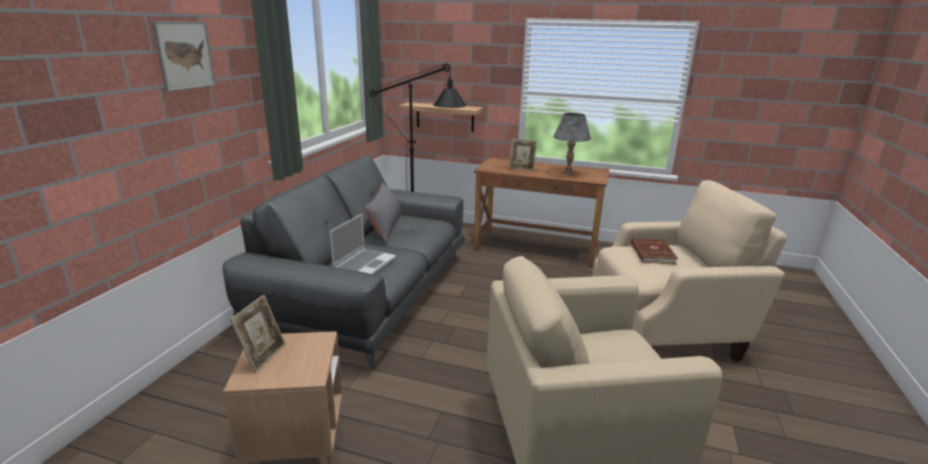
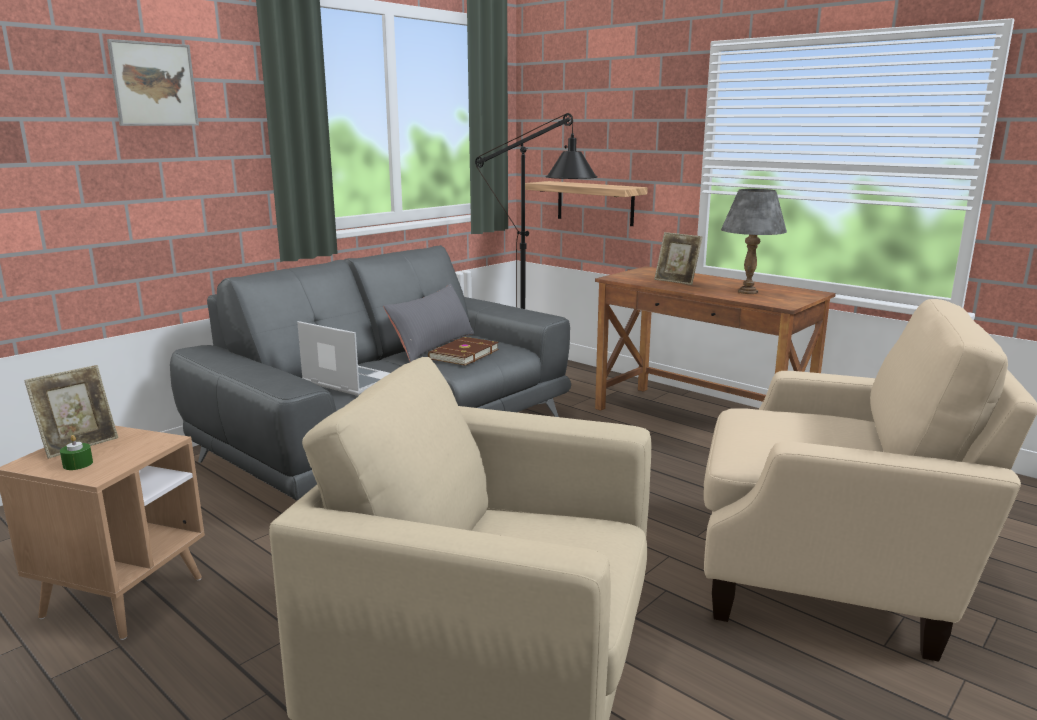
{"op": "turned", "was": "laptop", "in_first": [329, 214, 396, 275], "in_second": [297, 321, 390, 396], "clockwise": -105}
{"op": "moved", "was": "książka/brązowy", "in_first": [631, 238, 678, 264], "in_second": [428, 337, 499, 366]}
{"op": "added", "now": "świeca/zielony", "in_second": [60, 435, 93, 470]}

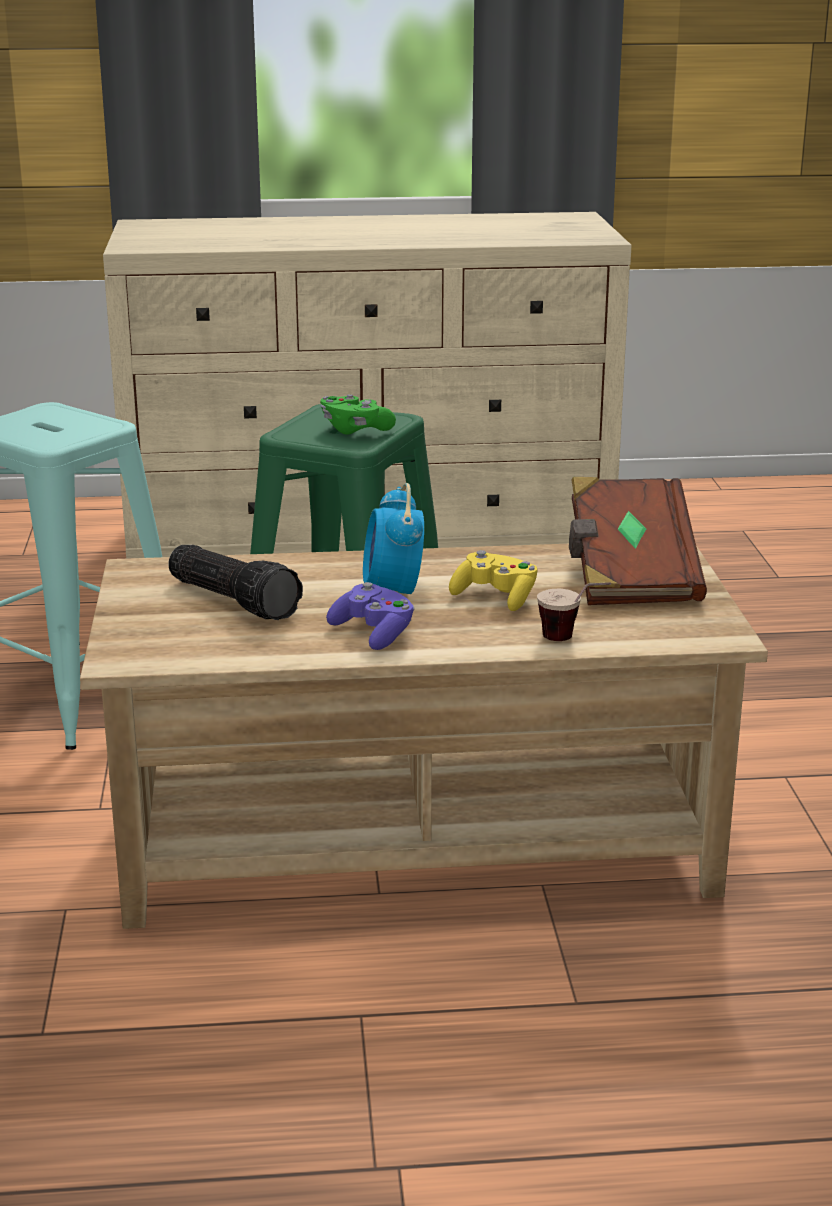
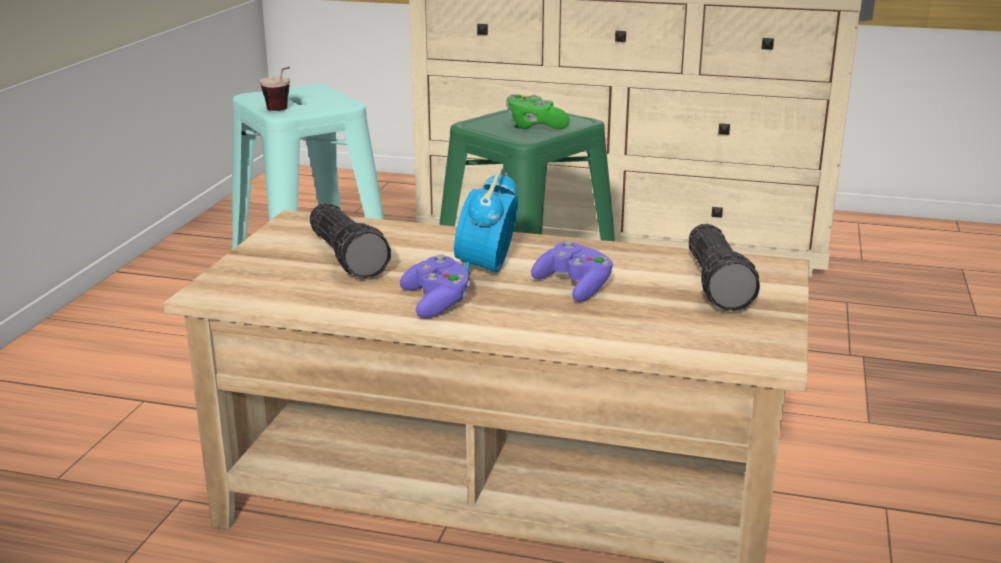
{"op": "replaced", "was": "książka/brązowy", "now": "latarka", "in_first": [569, 477, 707, 605], "in_second": [689, 224, 760, 312]}
{"op": "recoloured", "was": "pad do gier/żółty", "now": "pad do gier/fioletowy", "in_first": [449, 550, 538, 611], "in_second": [531, 241, 613, 302]}
{"op": "moved", "was": "filiżanka", "in_first": [537, 582, 611, 641], "in_second": [260, 67, 290, 111]}

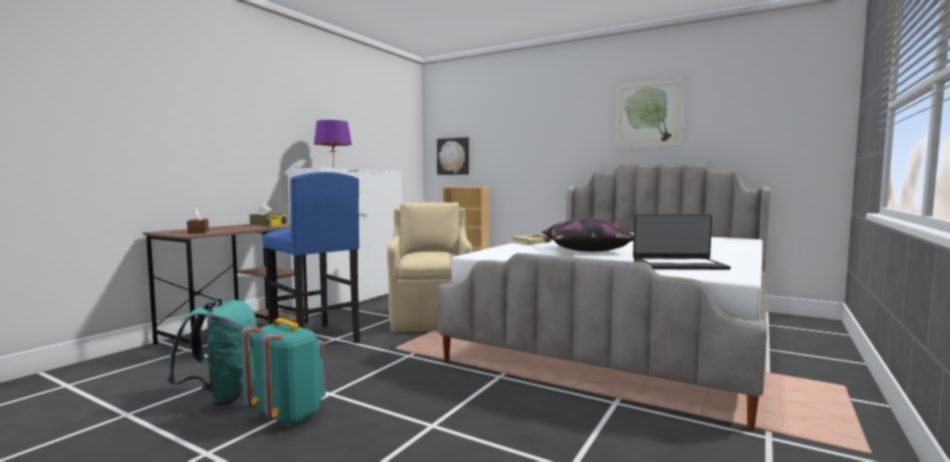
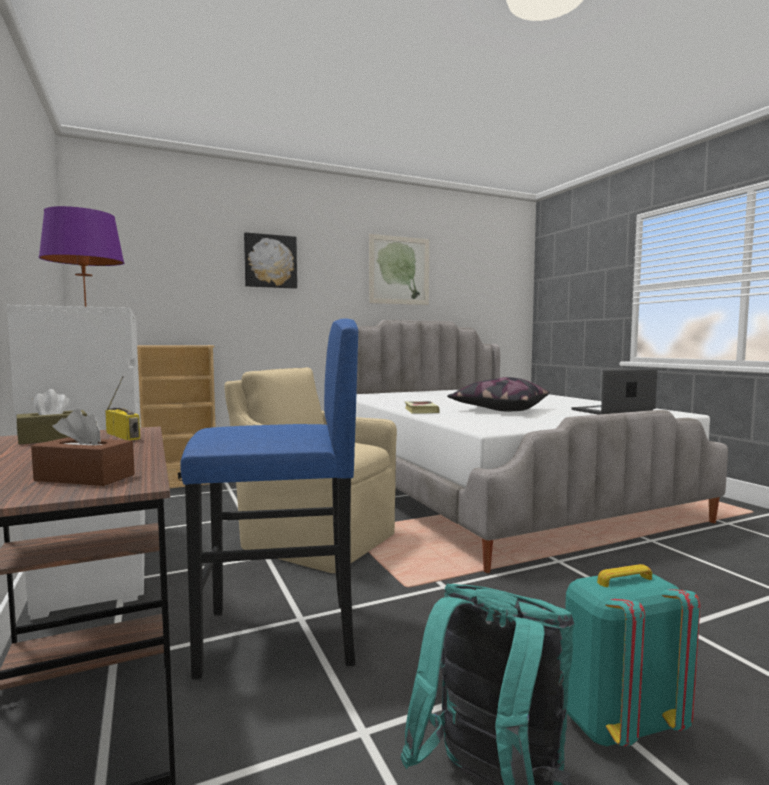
{"op": "moved", "was": "obraz", "in_first": [437, 137, 469, 175], "in_second": [244, 232, 297, 289]}
{"op": "turned", "was": "laptop", "in_first": [633, 214, 731, 270], "in_second": [572, 368, 657, 415], "clockwise": -150}

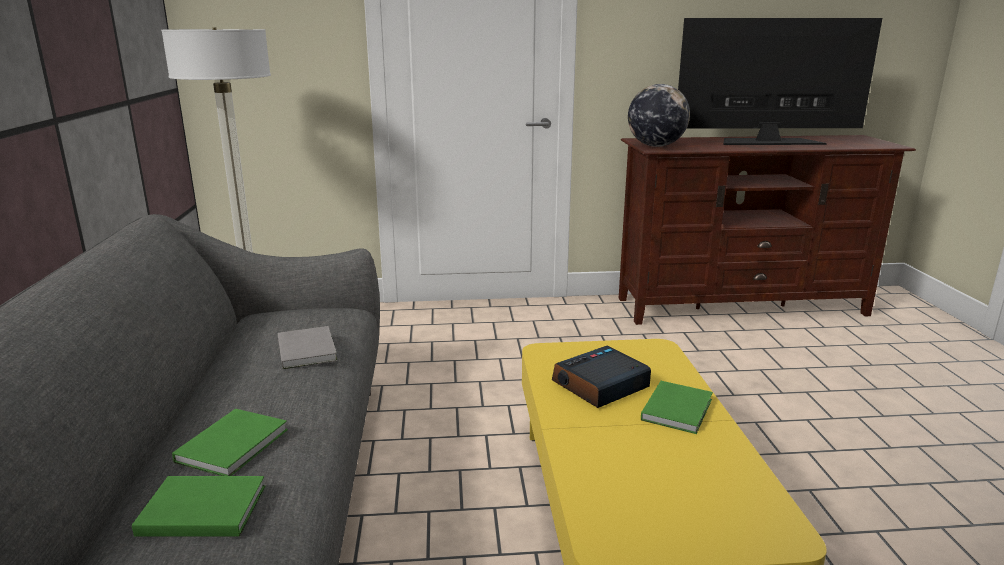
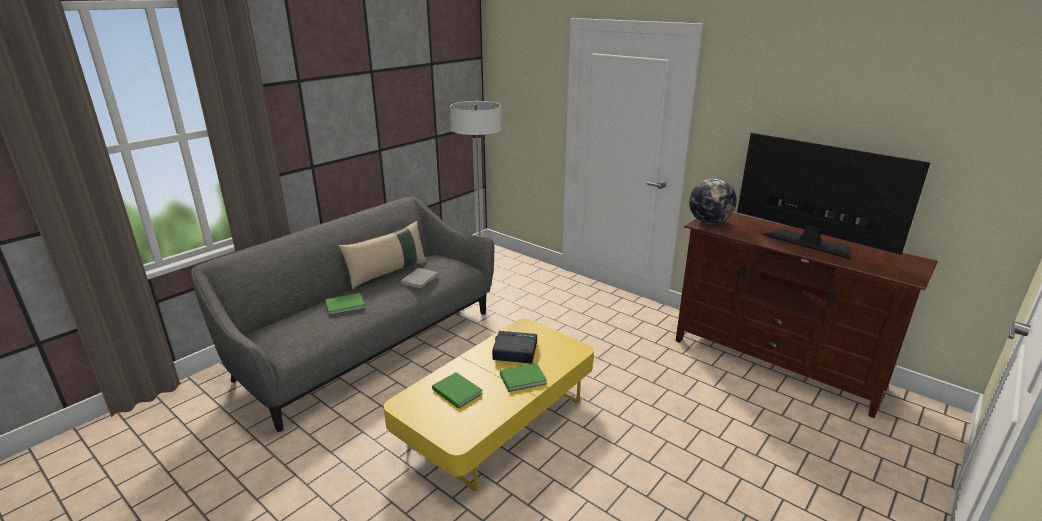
{"op": "moved", "was": "książka/zielony", "in_first": [132, 476, 265, 536], "in_second": [432, 372, 482, 409]}
{"op": "added", "now": "poduszka/beżowy", "in_second": [338, 221, 427, 289]}

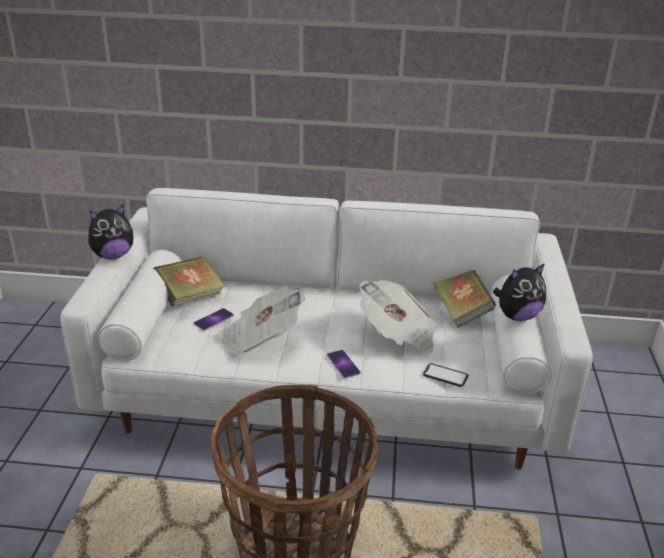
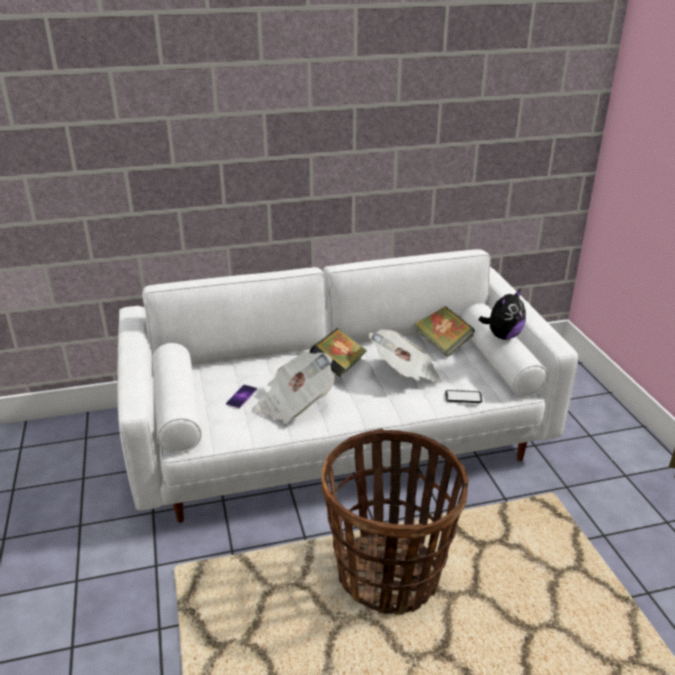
{"op": "removed", "was": "pluszak", "in_first": [89, 204, 134, 259]}
{"op": "moved", "was": "książka", "in_first": [153, 257, 225, 306], "in_second": [309, 328, 367, 377]}
{"op": "removed", "was": "telefon", "in_first": [327, 350, 361, 378]}

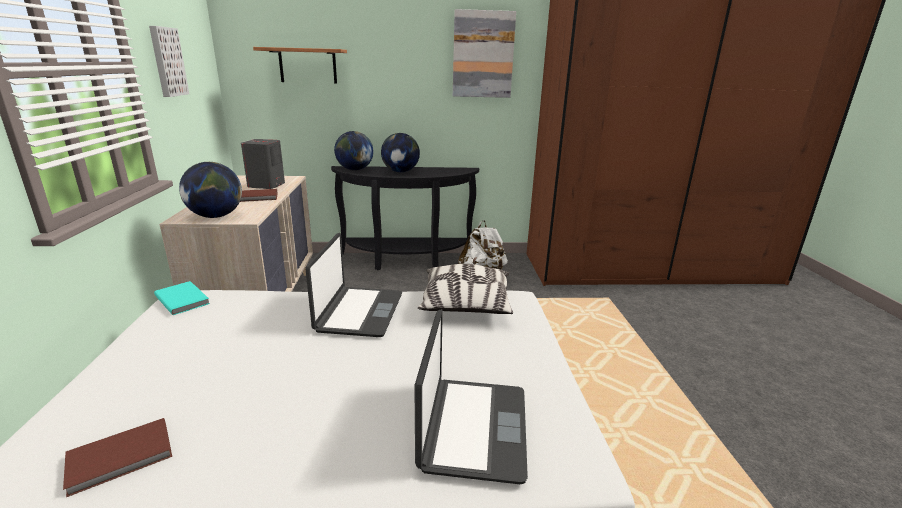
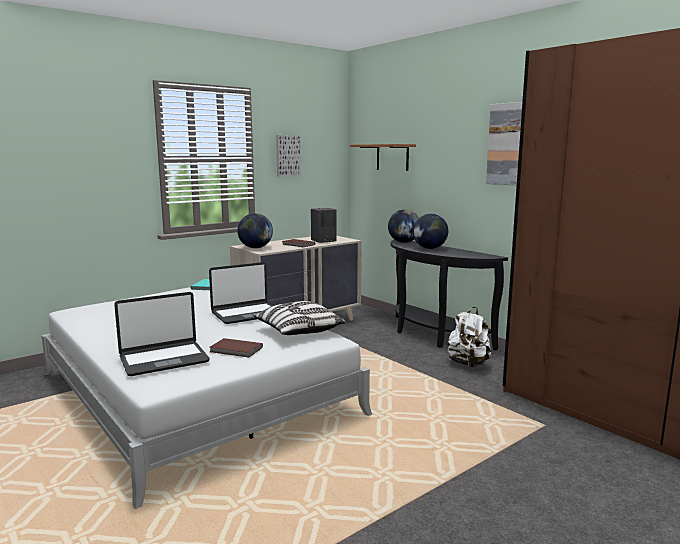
{"op": "moved", "was": "książka/brązowy", "in_first": [63, 418, 172, 497], "in_second": [210, 338, 263, 358]}

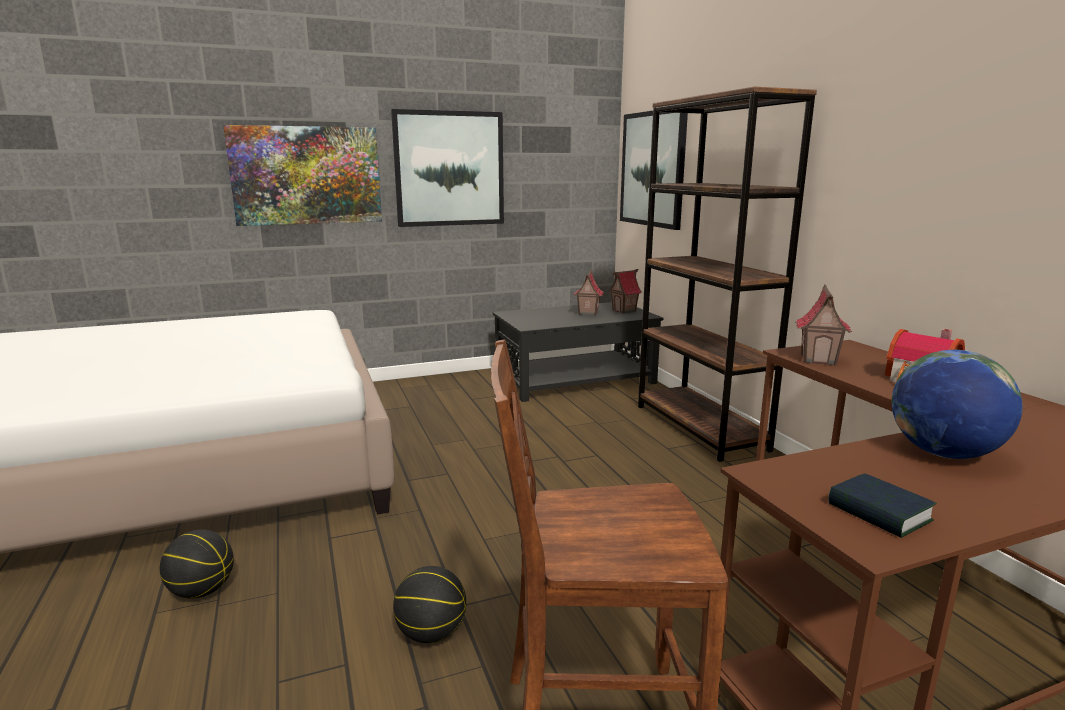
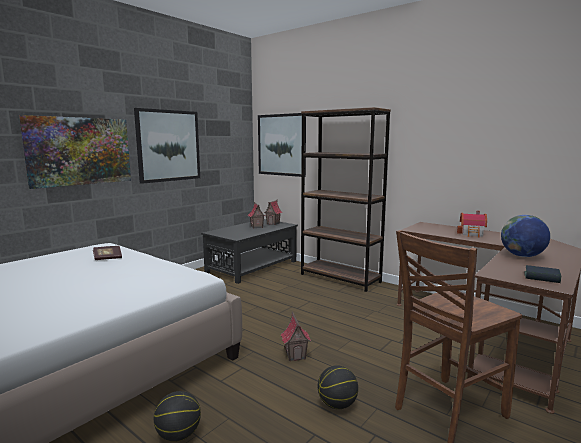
{"op": "moved", "was": "domek", "in_first": [796, 285, 852, 366], "in_second": [281, 311, 311, 361]}
{"op": "added", "now": "książka", "in_second": [93, 246, 122, 260]}

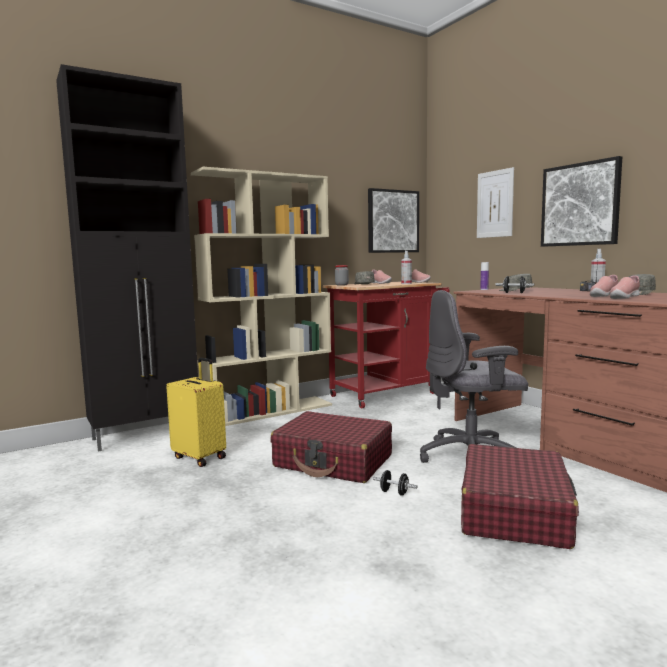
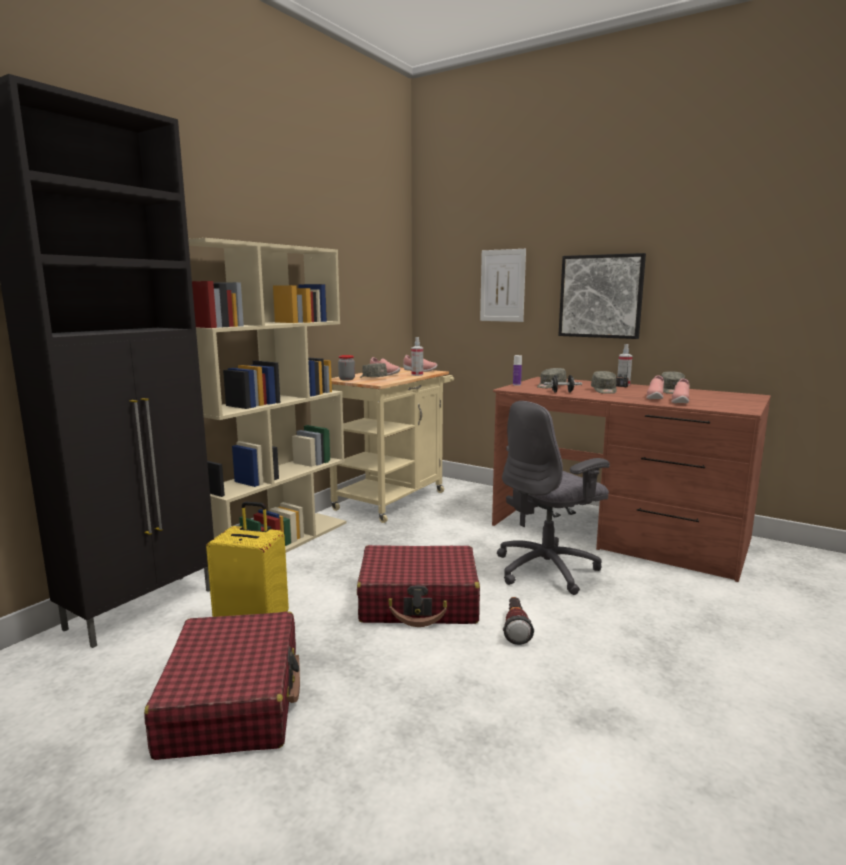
{"op": "removed", "was": "obraz", "in_first": [368, 188, 419, 253]}
{"op": "recoloured", "was": "wózek/czerwony", "now": "wózek/beżowy", "in_first": [323, 281, 450, 409], "in_second": [330, 368, 454, 523]}
{"op": "moved", "was": "walizka/czerwony", "in_first": [461, 444, 579, 549], "in_second": [144, 611, 300, 760]}
{"op": "replaced", "was": "hantel/czarny", "now": "latarka", "in_first": [373, 470, 417, 496], "in_second": [503, 597, 534, 645]}
{"op": "added", "now": "czapka z daszkiem/szary", "in_second": [591, 371, 617, 394]}

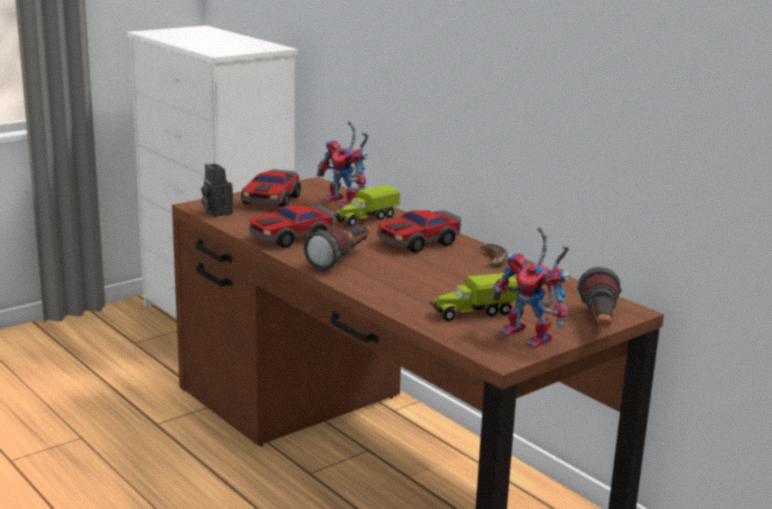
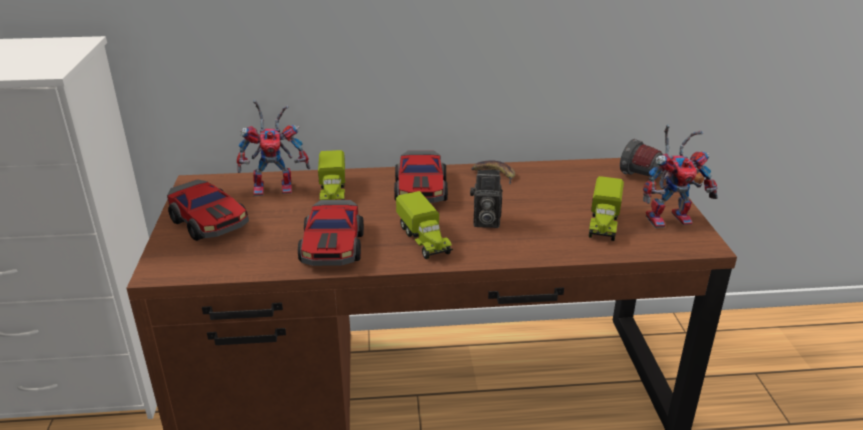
{"op": "moved", "was": "aparat fotograficzny", "in_first": [201, 164, 233, 217], "in_second": [470, 170, 503, 228]}
{"op": "replaced", "was": "latarka", "now": "ciężarówka zabawkowa", "in_first": [304, 224, 370, 270], "in_second": [396, 191, 453, 259]}

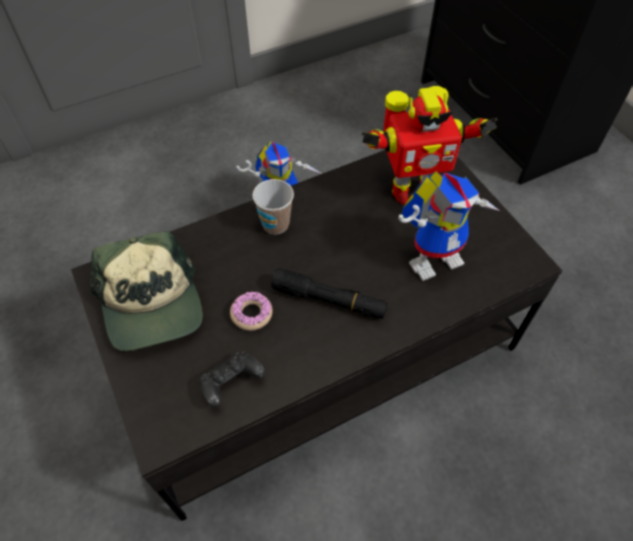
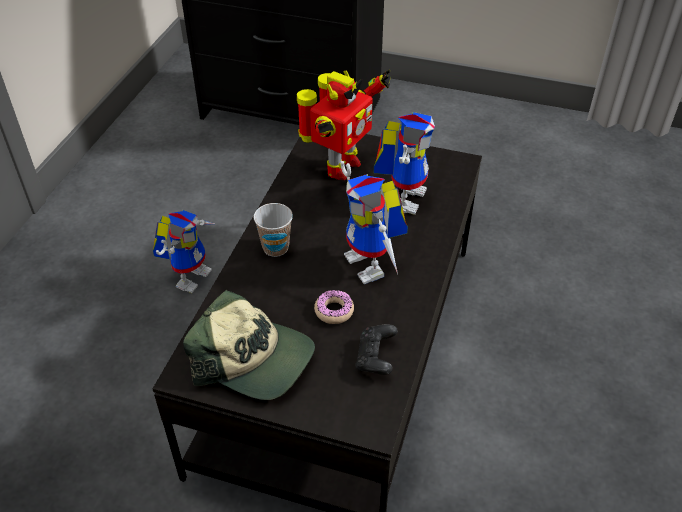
{"op": "replaced", "was": "latarka/czarny", "now": "robot zabawkowy", "in_first": [271, 268, 388, 319], "in_second": [340, 161, 408, 284]}

